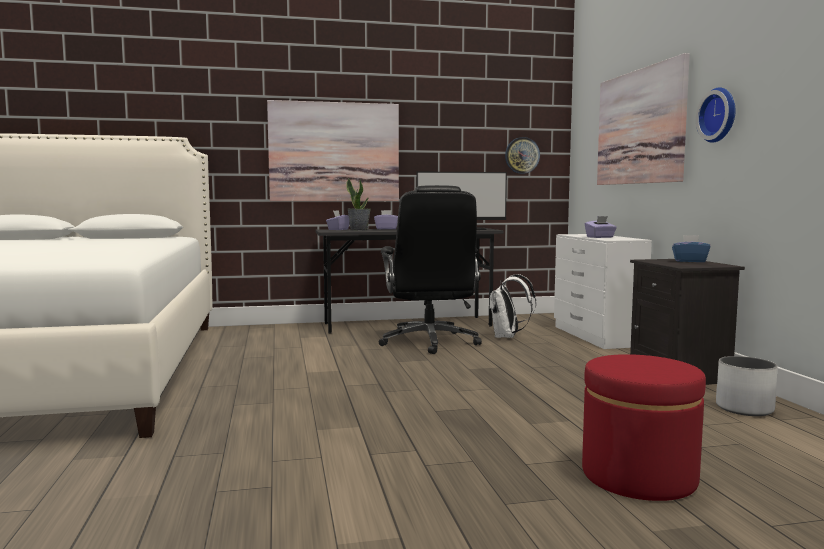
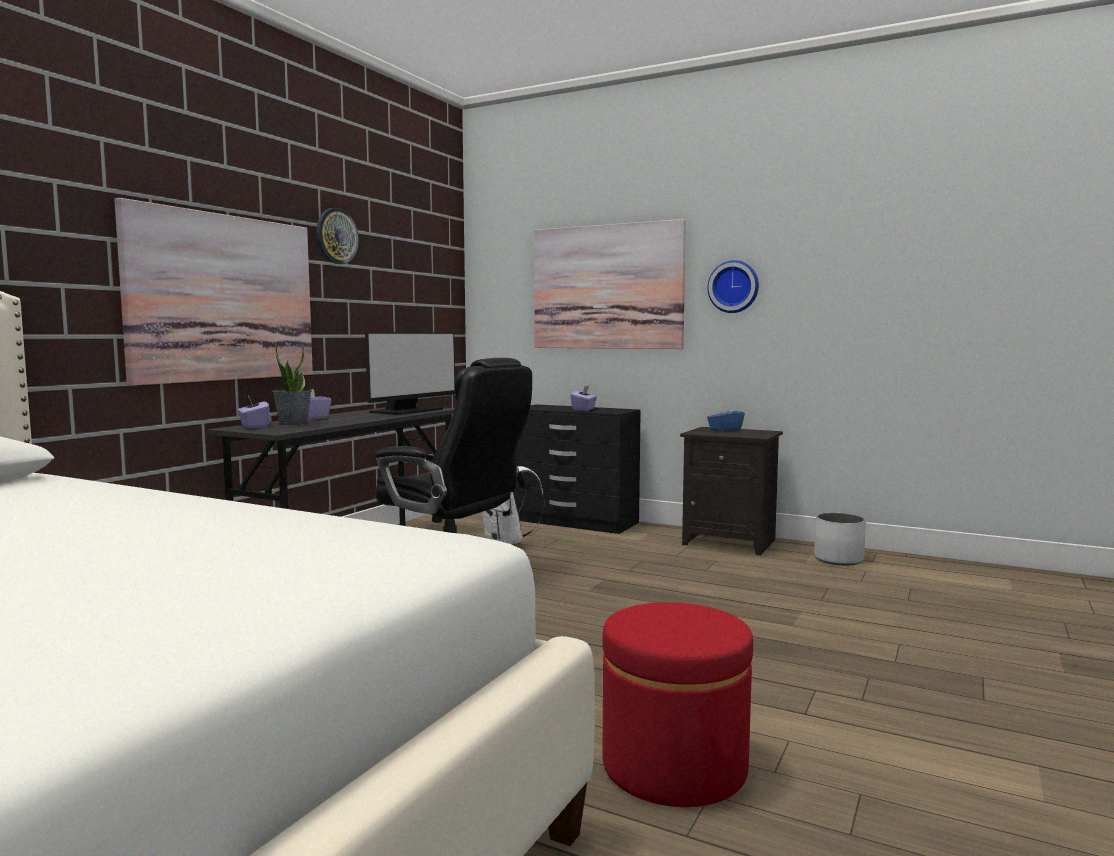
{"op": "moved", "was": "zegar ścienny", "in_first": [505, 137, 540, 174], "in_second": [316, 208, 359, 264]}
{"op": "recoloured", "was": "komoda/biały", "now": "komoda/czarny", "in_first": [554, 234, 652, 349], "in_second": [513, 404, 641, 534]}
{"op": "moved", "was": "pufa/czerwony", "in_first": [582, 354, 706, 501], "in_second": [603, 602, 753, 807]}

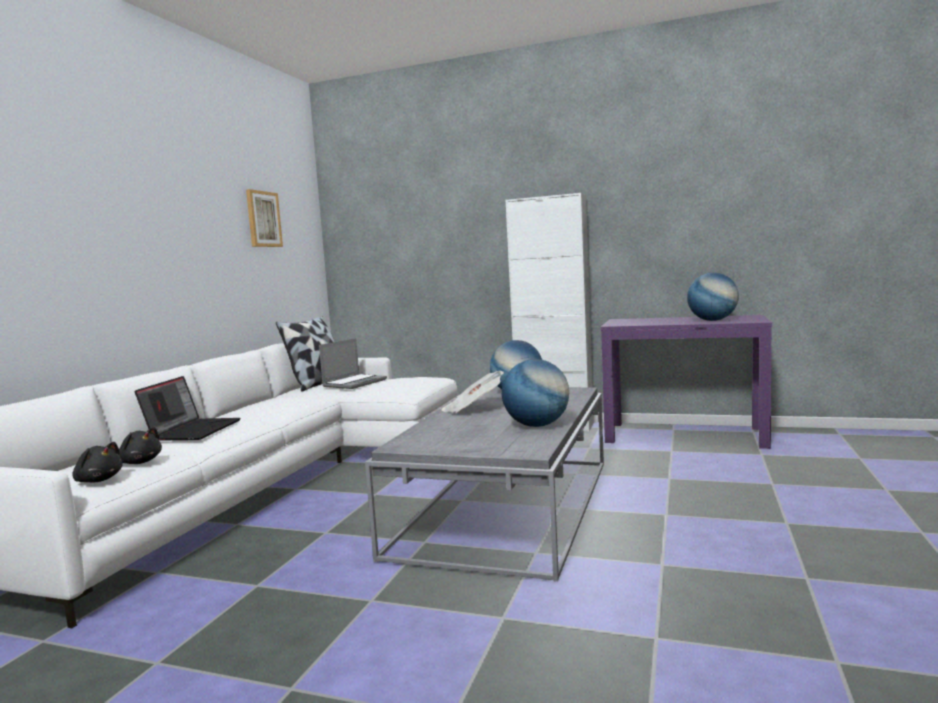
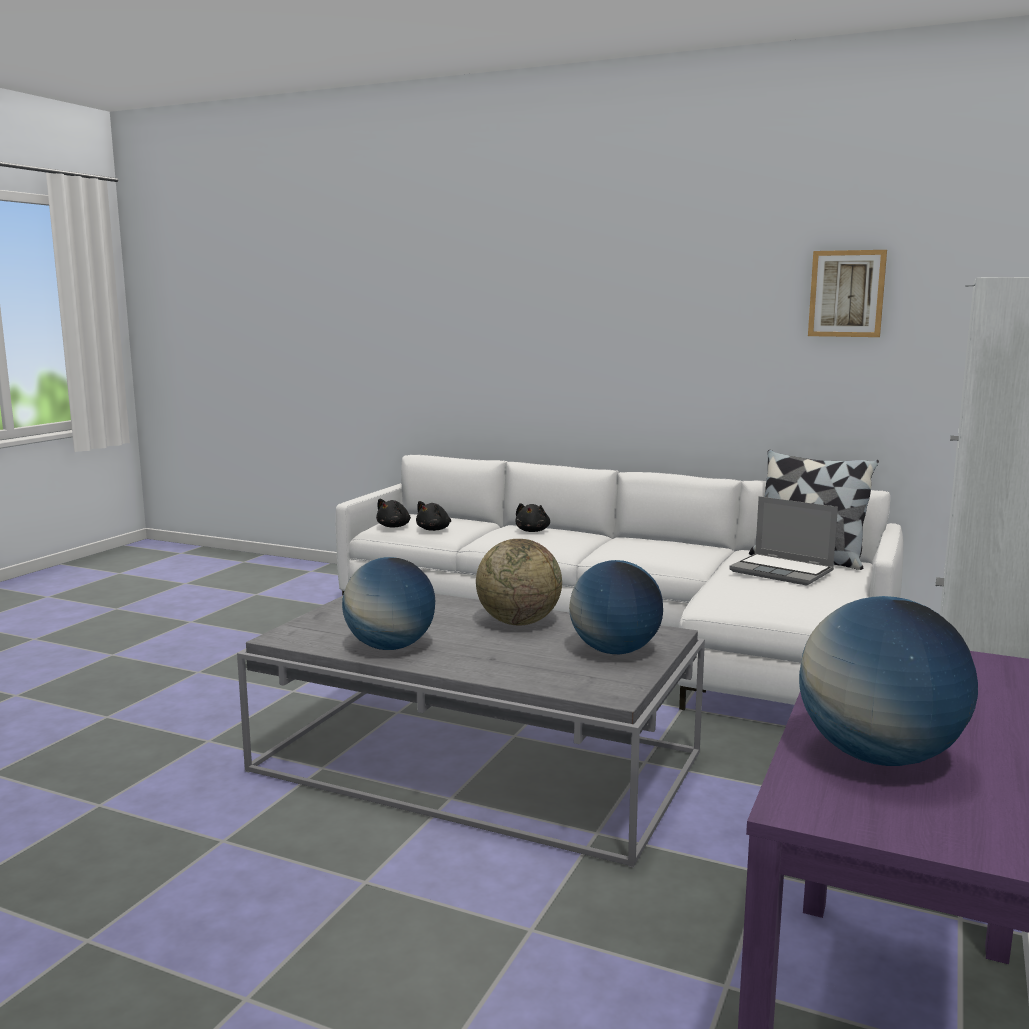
{"op": "replaced", "was": "gazeta", "now": "globus", "in_first": [441, 371, 504, 413], "in_second": [476, 539, 562, 626]}
{"op": "replaced", "was": "laptop", "now": "pluszak/czarny", "in_first": [135, 376, 241, 441], "in_second": [515, 503, 550, 532]}

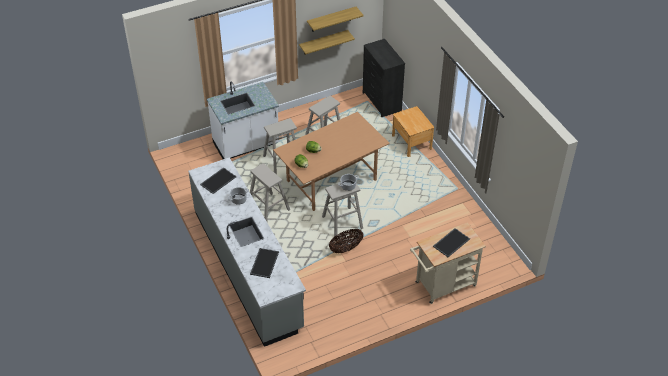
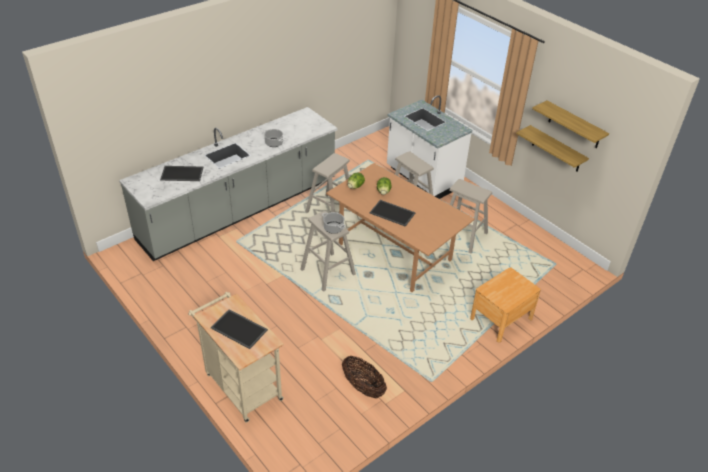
{"op": "removed", "was": "komoda/czarny", "in_first": [363, 39, 405, 117]}
{"op": "moved", "was": "taca", "in_first": [200, 167, 236, 194], "in_second": [370, 200, 416, 227]}
{"op": "moved", "was": "koszyk", "in_first": [329, 229, 363, 253], "in_second": [342, 356, 387, 399]}

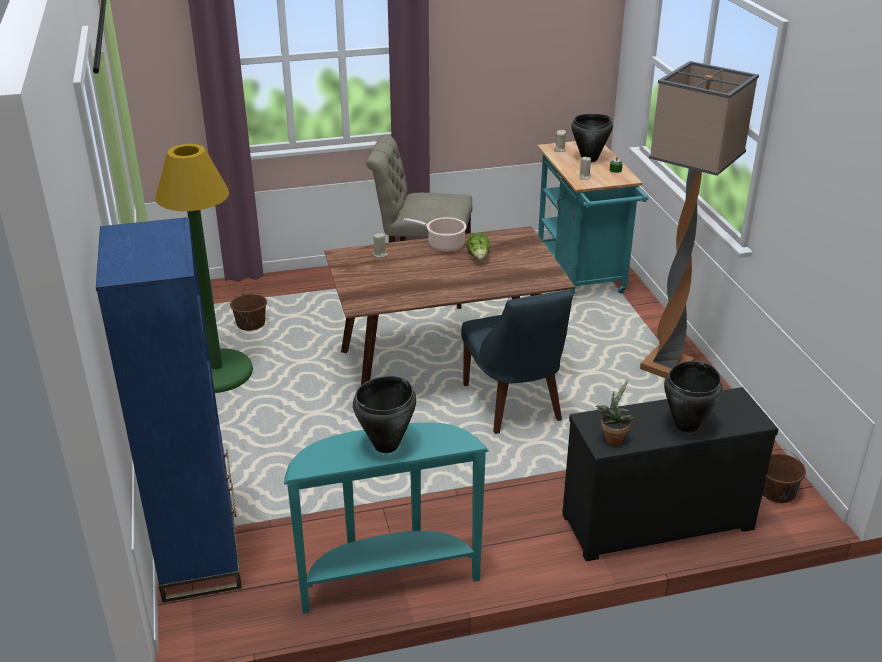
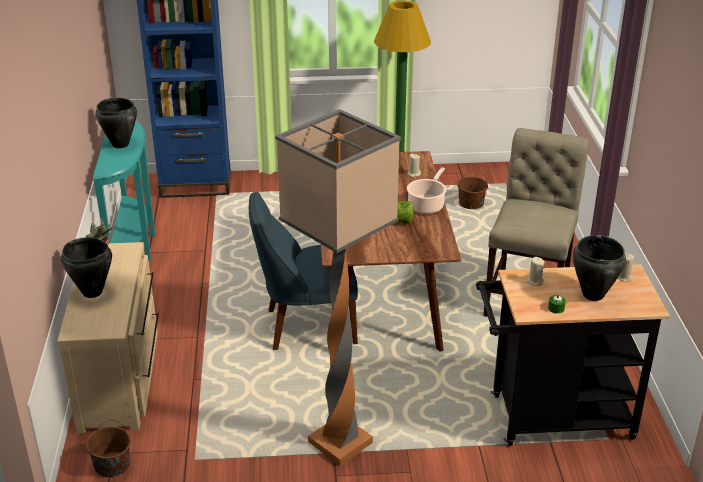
{"op": "recoloured", "was": "wózek/turkusowy", "now": "wózek/czarny", "in_first": [537, 141, 648, 299], "in_second": [476, 264, 670, 446]}
{"op": "recoloured", "was": "komoda/czarny", "now": "komoda/beżowy", "in_first": [562, 387, 778, 561], "in_second": [57, 242, 159, 433]}

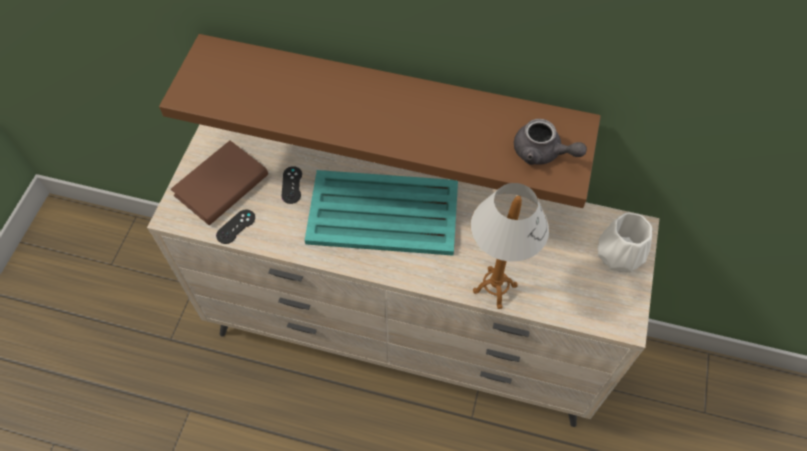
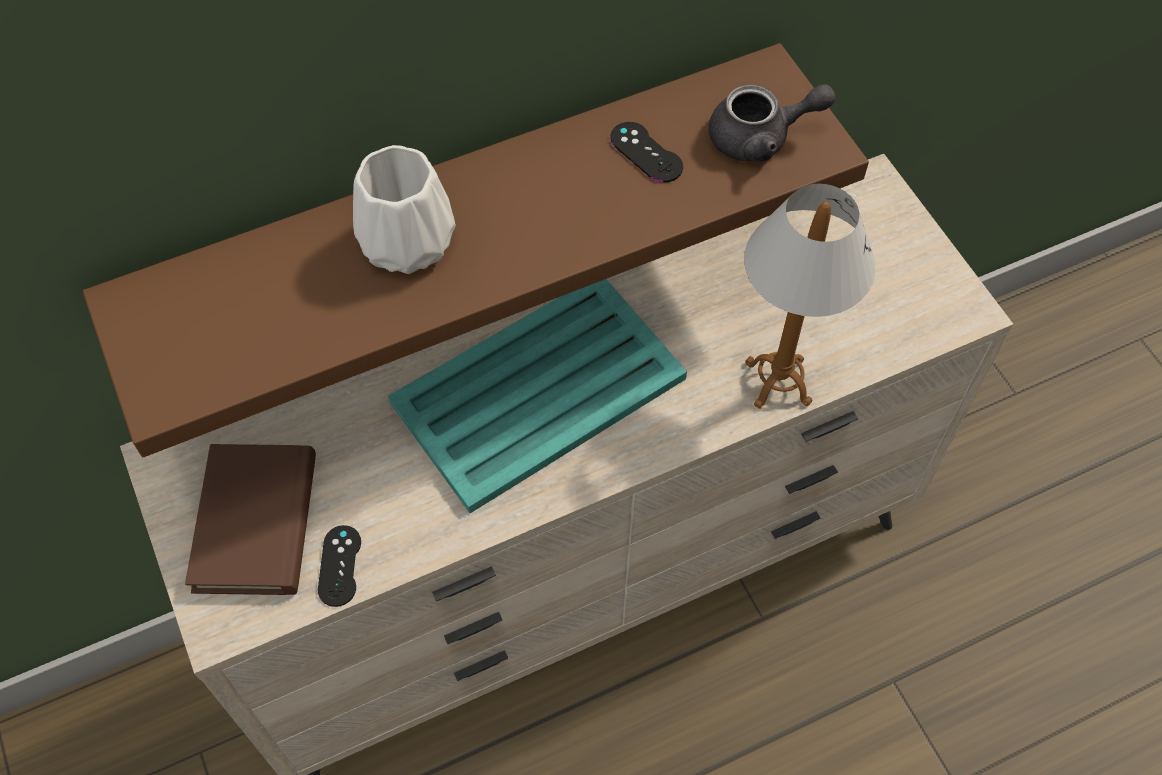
{"op": "moved", "was": "pad do gier/czarny", "in_first": [282, 166, 302, 204], "in_second": [610, 122, 683, 183]}
{"op": "moved", "was": "wazon/biały", "in_first": [597, 213, 652, 273], "in_second": [353, 145, 456, 274]}

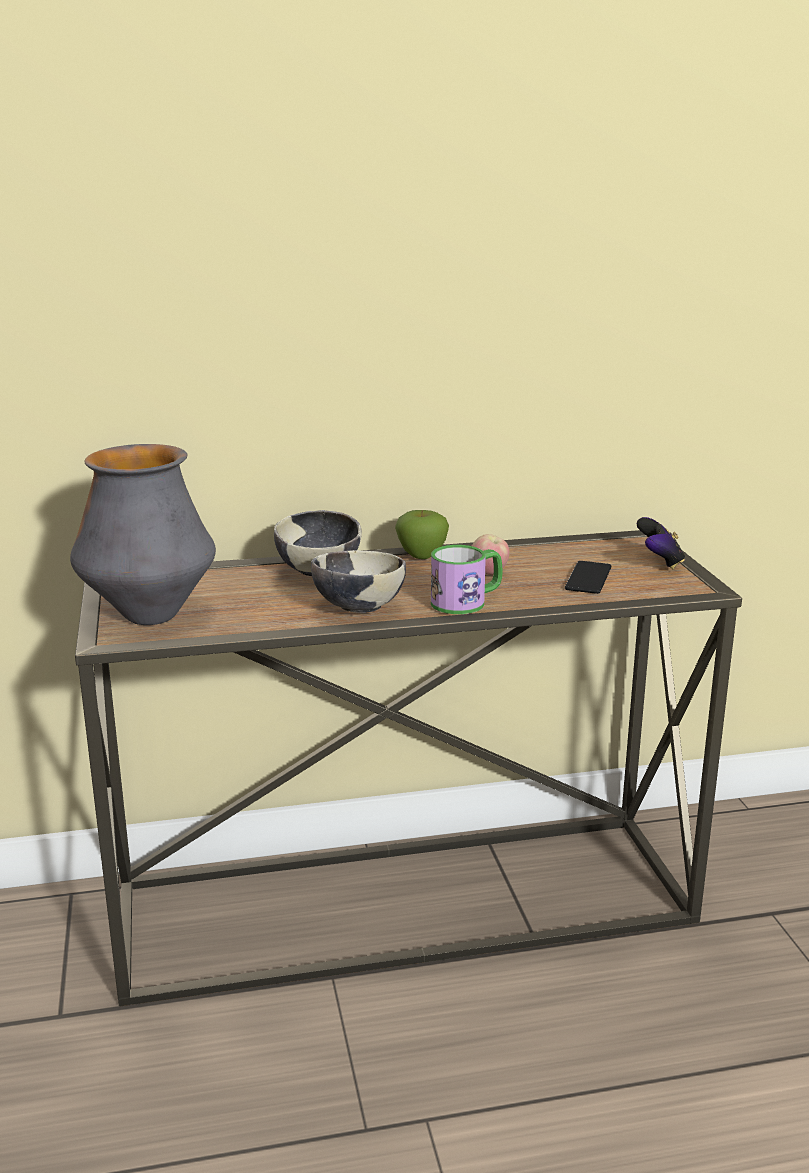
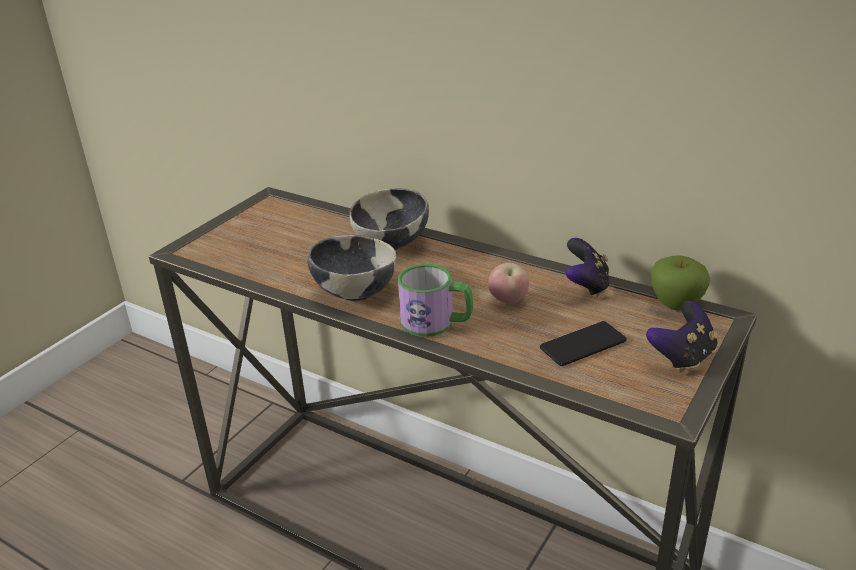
{"op": "removed", "was": "wazon", "in_first": [70, 444, 216, 625]}
{"op": "moved", "was": "jabłko", "in_first": [395, 510, 449, 559], "in_second": [651, 255, 710, 310]}
{"op": "added", "now": "pad do gier", "in_second": [565, 238, 610, 298]}

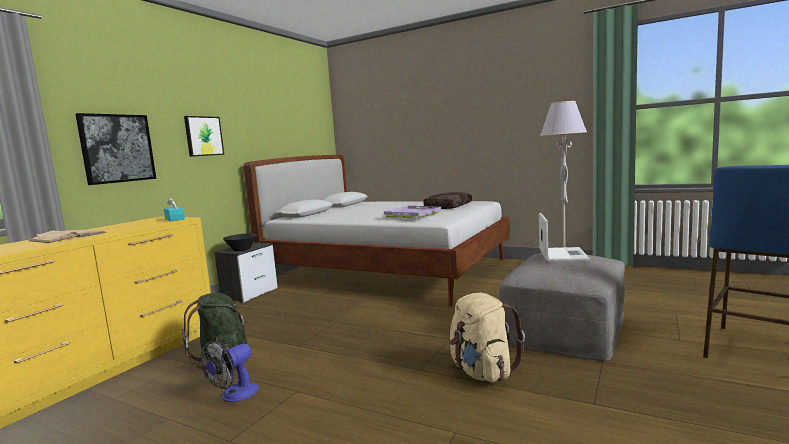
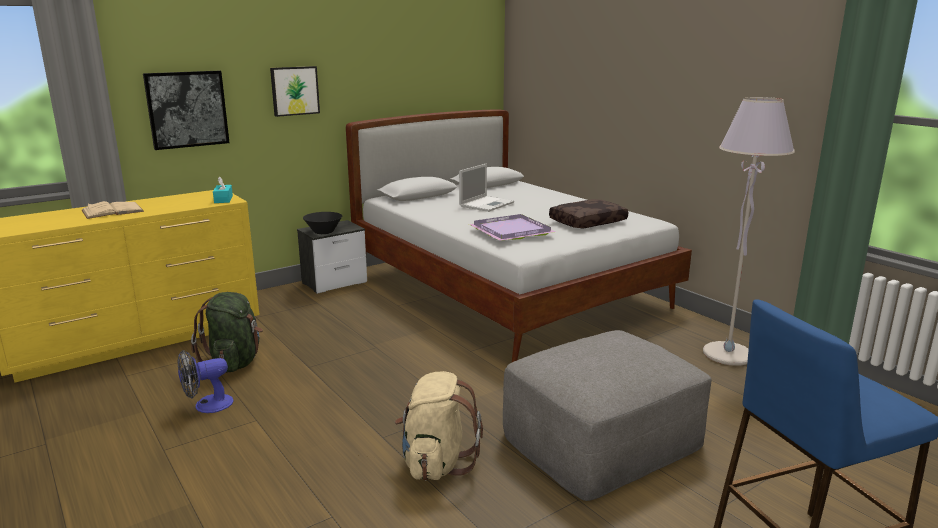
{"op": "moved", "was": "laptop", "in_first": [539, 213, 591, 262], "in_second": [459, 163, 514, 212]}

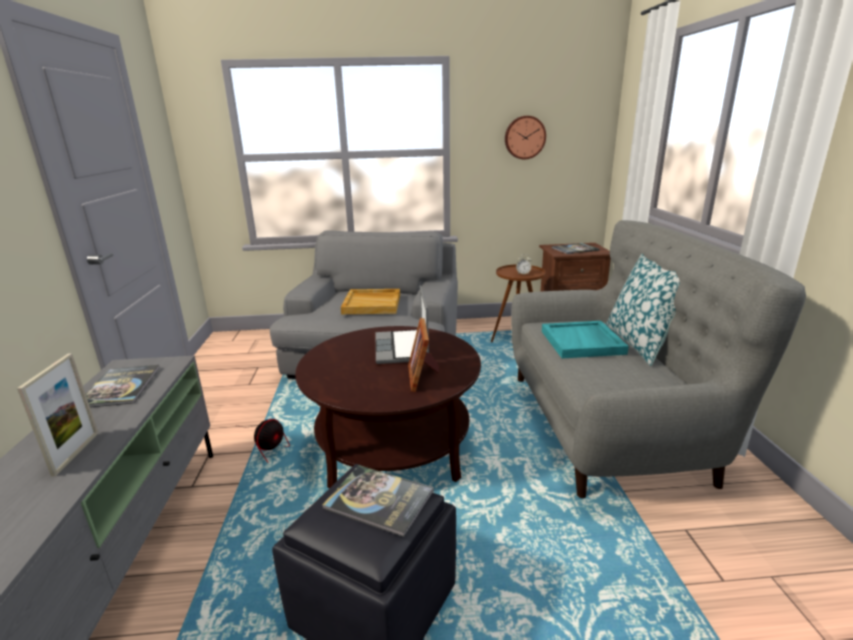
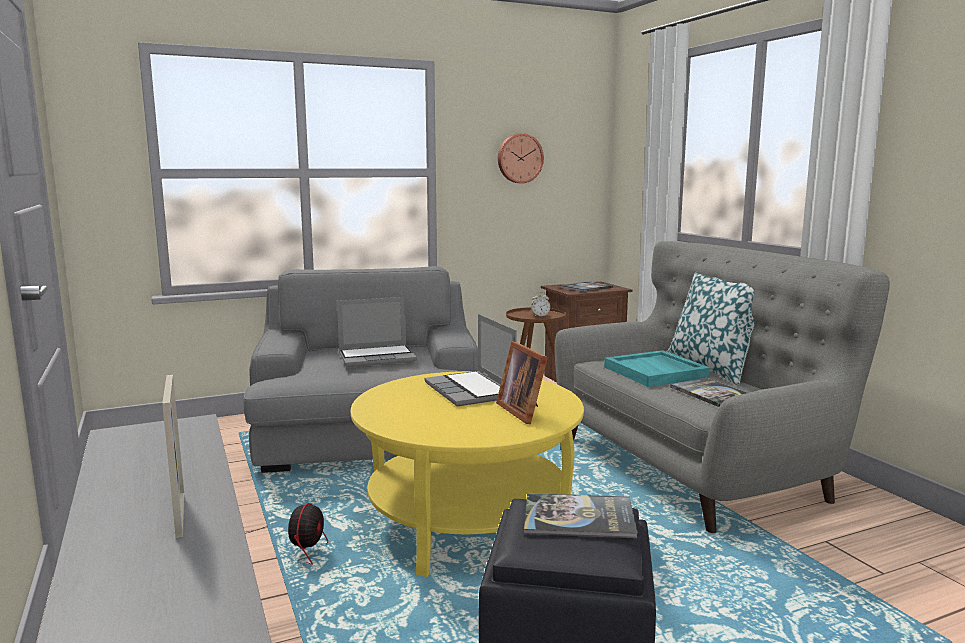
{"op": "replaced", "was": "taca/beżowy", "now": "laptop", "in_first": [341, 289, 400, 314], "in_second": [337, 297, 417, 367]}
{"op": "recoloured", "was": "ława/brązowy", "now": "ława/żółty", "in_first": [295, 326, 481, 488], "in_second": [351, 371, 584, 577]}
{"op": "moved", "was": "książka", "in_first": [86, 365, 160, 407], "in_second": [670, 377, 747, 407]}

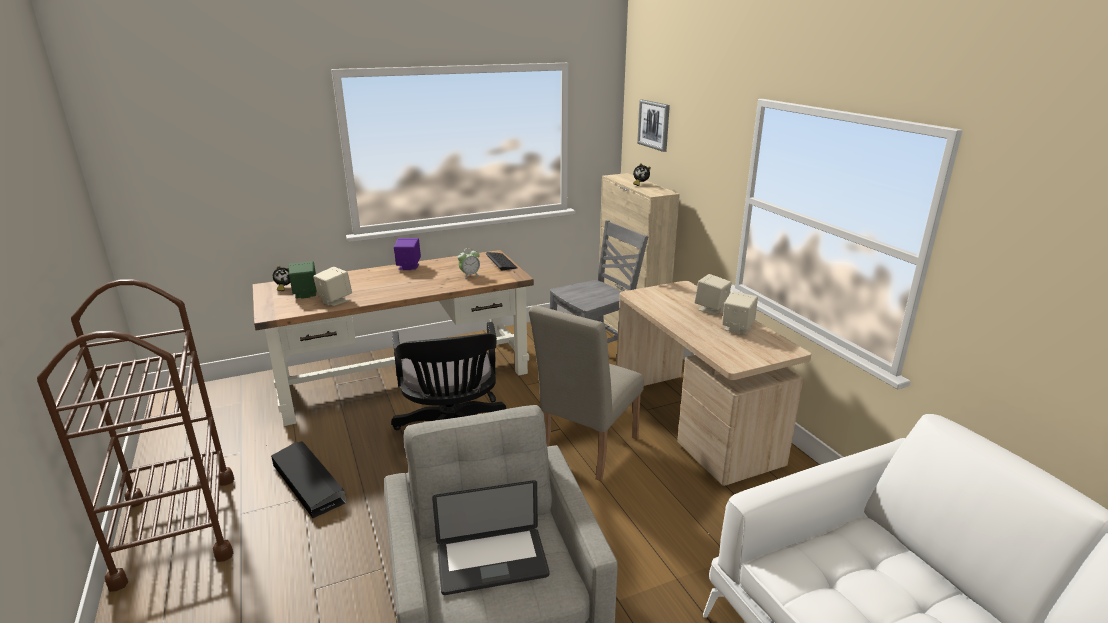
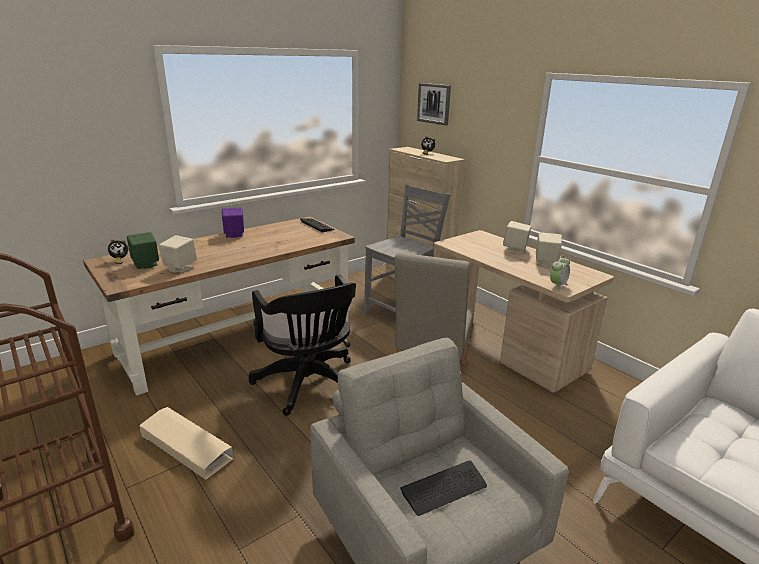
{"op": "moved", "was": "budzik", "in_first": [458, 248, 481, 279], "in_second": [550, 256, 570, 290]}
{"op": "recoloured", "was": "pojemnik do przechowywania/czarny", "now": "pojemnik do przechowywania/beżowy", "in_first": [271, 441, 347, 518], "in_second": [139, 407, 234, 480]}
{"op": "replaced", "was": "laptop", "now": "klawiatura", "in_first": [432, 480, 550, 595], "in_second": [400, 461, 487, 516]}

